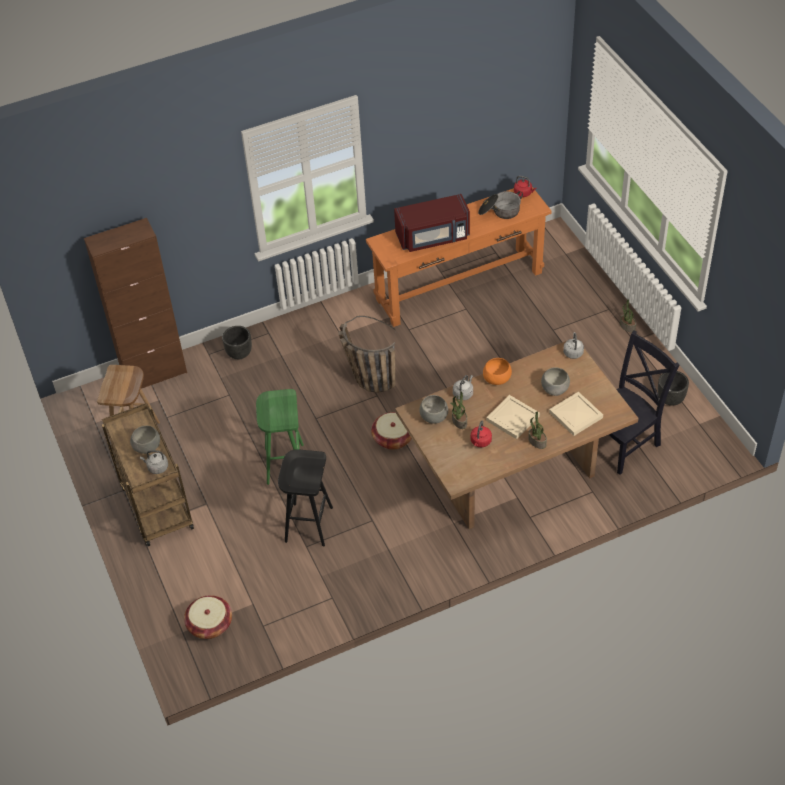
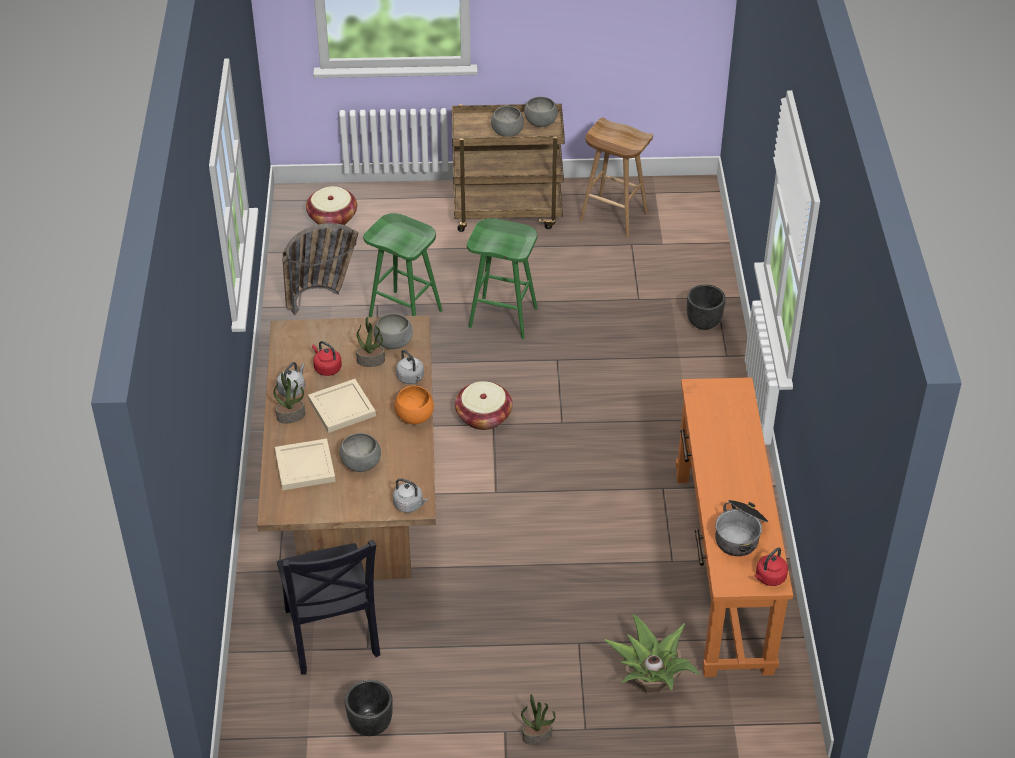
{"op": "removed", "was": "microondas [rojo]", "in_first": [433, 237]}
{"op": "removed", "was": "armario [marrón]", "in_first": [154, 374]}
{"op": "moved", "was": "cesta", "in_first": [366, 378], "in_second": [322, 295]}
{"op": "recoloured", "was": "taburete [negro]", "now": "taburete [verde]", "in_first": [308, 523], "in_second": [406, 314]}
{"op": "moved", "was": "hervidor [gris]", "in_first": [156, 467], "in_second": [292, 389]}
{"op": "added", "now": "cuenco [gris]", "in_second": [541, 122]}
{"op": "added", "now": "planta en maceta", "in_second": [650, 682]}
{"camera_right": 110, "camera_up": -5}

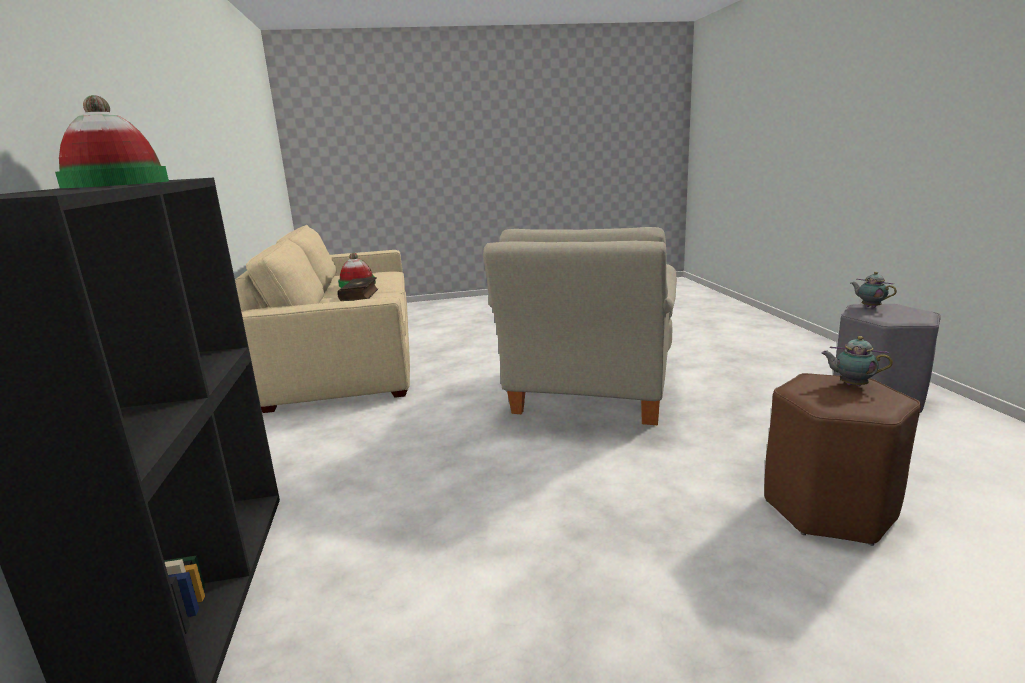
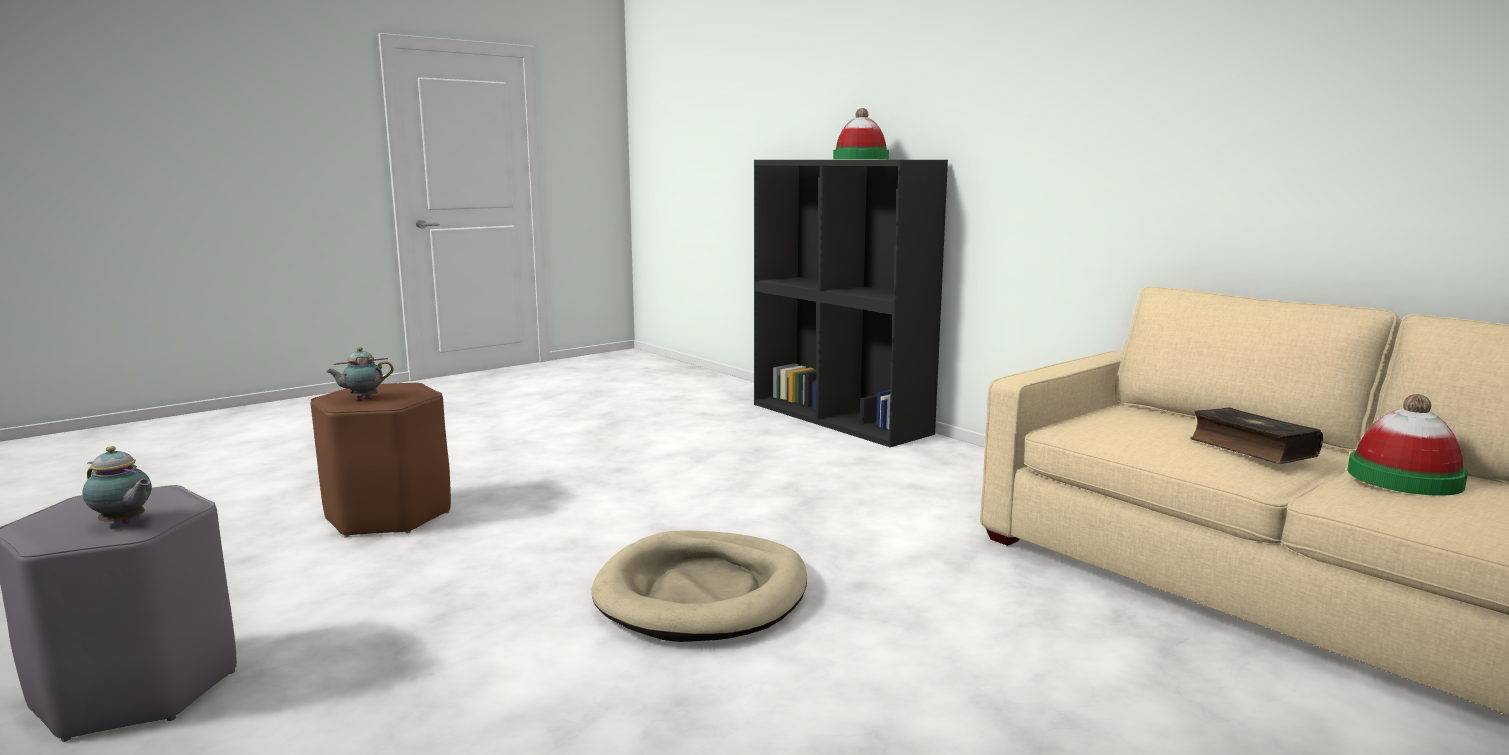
{"op": "replaced", "was": "sillón [beis]", "now": "cama para perro [beis]", "in_first": [589, 395], "in_second": [703, 593]}
{"op": "turned", "was": "tetera", "in_first": [851, 385], "in_second": [362, 399], "clockwise": 150}
{"camera_right": 150, "camera_up": -5}

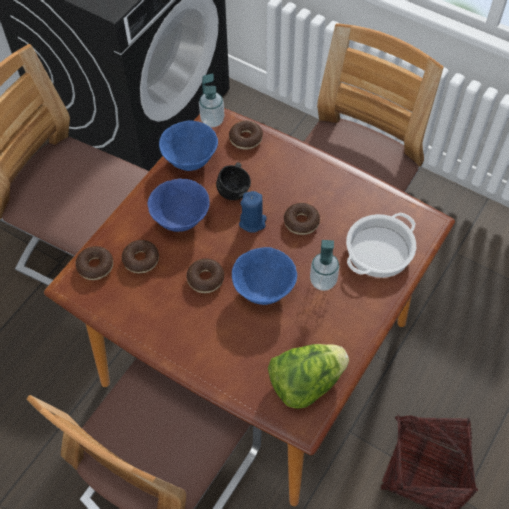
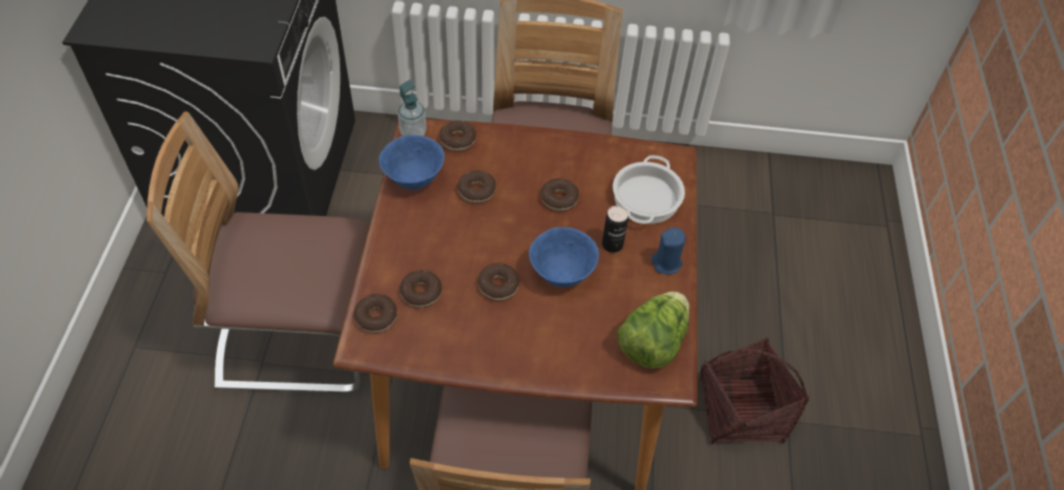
{"op": "replaced", "was": "taza grande [negro]", "now": "rosquilla", "in_first": [235, 189], "in_second": [476, 191]}
{"op": "removed", "was": "cuenco [azul]", "in_first": [181, 220]}
{"op": "moved", "was": "vela [azul]", "in_first": [252, 222], "in_second": [667, 263]}
{"op": "replaced", "was": "dispensador de jabón", "now": "lata", "in_first": [323, 281], "in_second": [612, 244]}
{"camera_right": -30, "camera_up": -5}

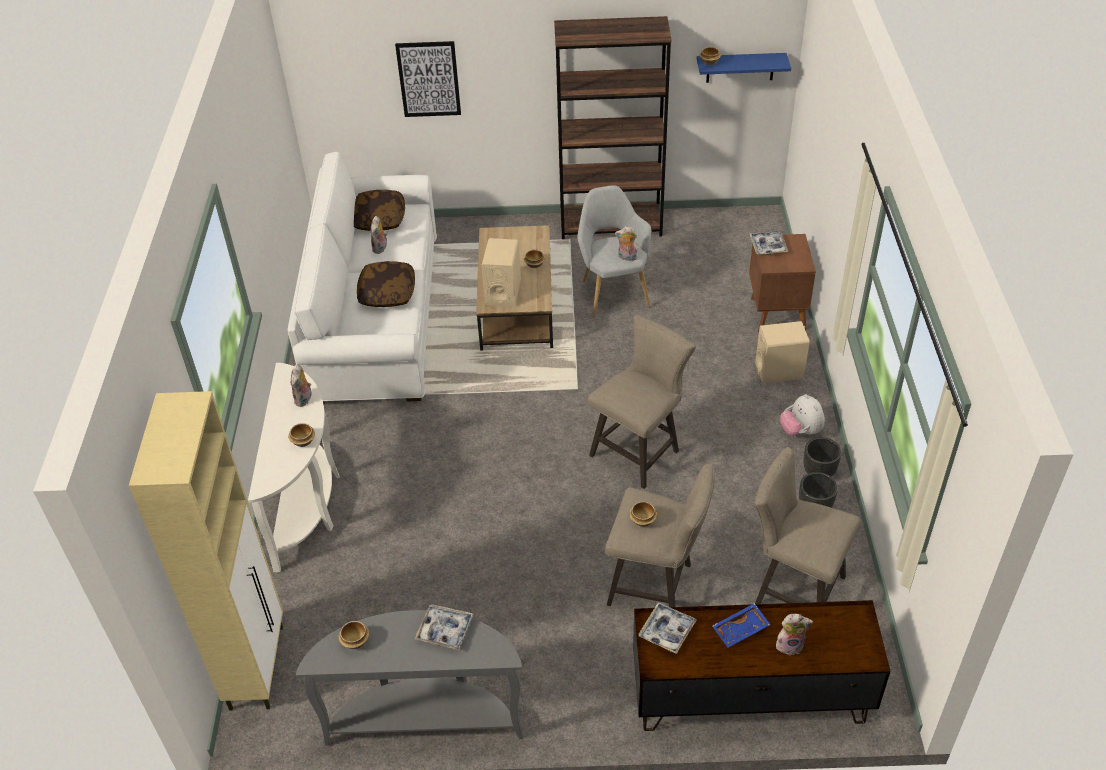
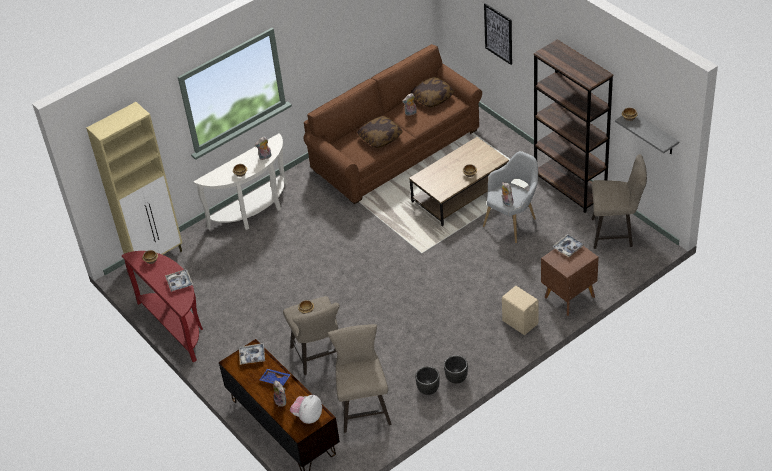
{"op": "recoloured", "was": "estante [azul]", "now": "estante [gris]", "in_first": [740, 67], "in_second": [654, 133]}
{"op": "recoloured", "was": "sofá [blanco]", "now": "sofá [marrón]", "in_first": [375, 316], "in_second": [395, 149]}
{"op": "removed", "was": "altavoz [beis]", "in_first": [503, 292]}
{"op": "moved", "was": "taburete [beis]", "in_first": [639, 450], "in_second": [616, 233]}
{"op": "moved", "was": "peluche", "in_first": [800, 431], "in_second": [308, 417]}
{"op": "recoloured", "was": "mesa consola [gris]", "now": "mesa consola [rojo]", "in_first": [425, 717], "in_second": [177, 325]}
{"camera_right": 55, "camera_up": 0}

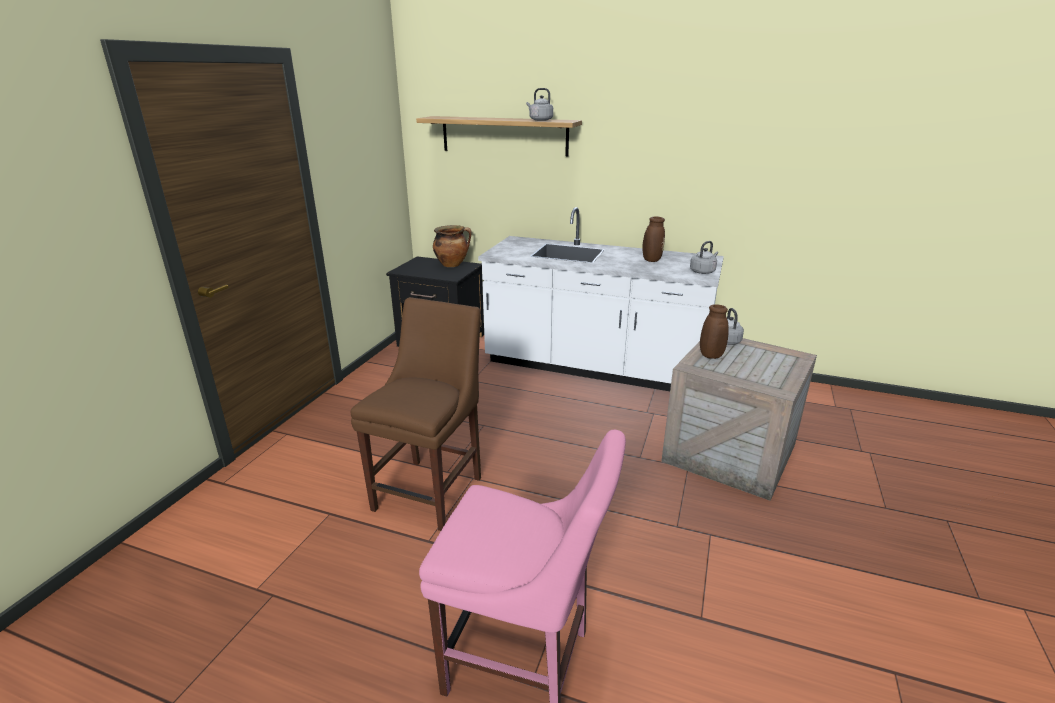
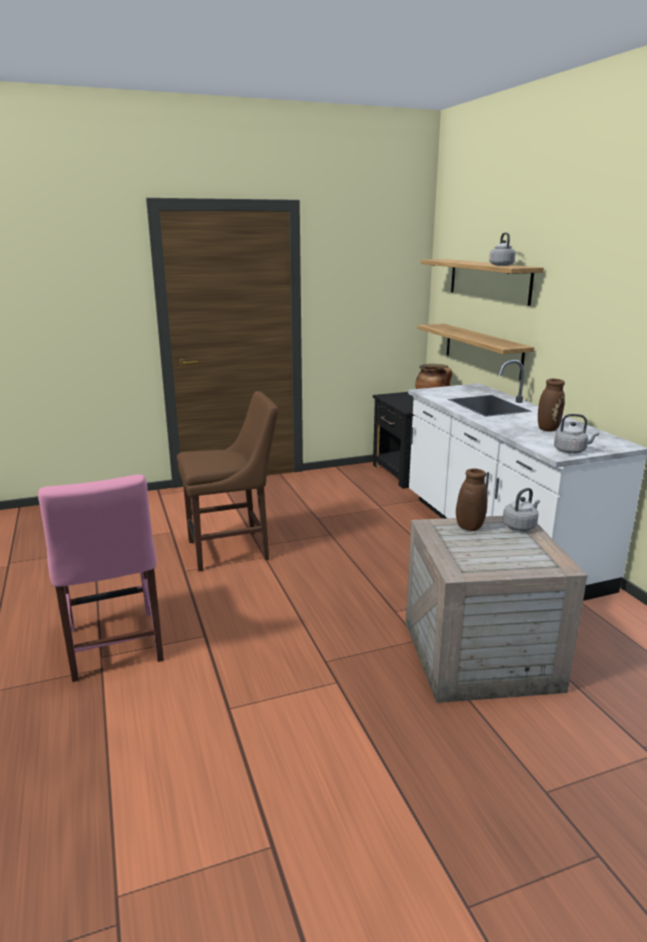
{"op": "added", "now": "estante", "in_second": [482, 350]}
{"camera_right": 50, "camera_up": -5}

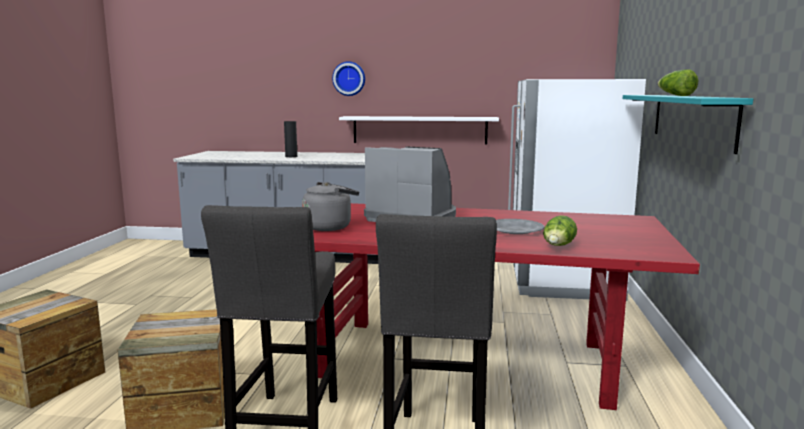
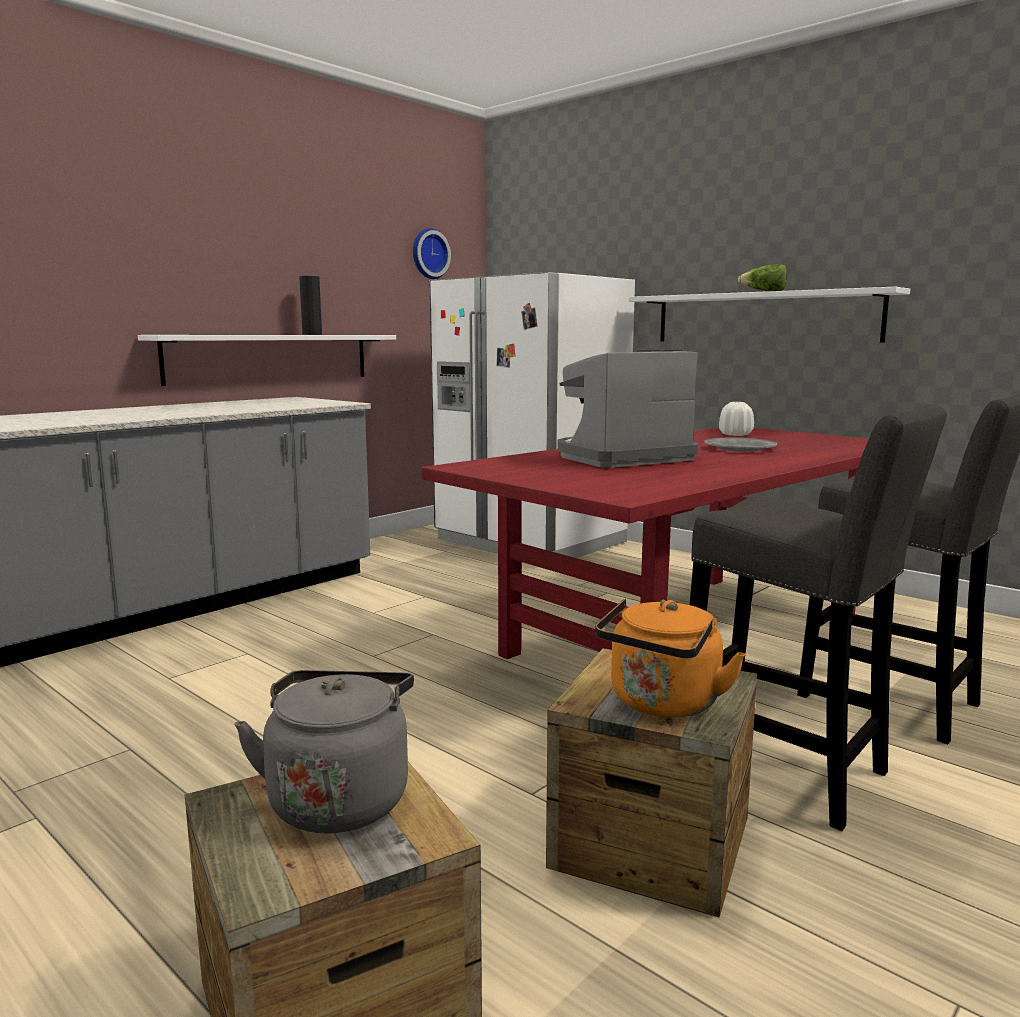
{"op": "moved", "was": "reloj de pared", "in_first": [349, 78], "in_second": [428, 254]}
{"op": "recoloured", "was": "estante [turquesa]", "now": "estante [blanco]", "in_first": [691, 119], "in_second": [763, 317]}
{"op": "moved", "was": "florero [negro]", "in_first": [291, 156], "in_second": [312, 334]}
{"op": "moved", "was": "hervidor [gris]", "in_first": [330, 227], "in_second": [340, 798]}
{"op": "removed", "was": "lechuga", "in_first": [558, 246]}
{"op": "added", "now": "florero [blanco]", "in_second": [735, 435]}
{"op": "added", "now": "hervidor [naranja]", "in_second": [662, 704]}
{"camera_right": -55, "camera_up": 0}

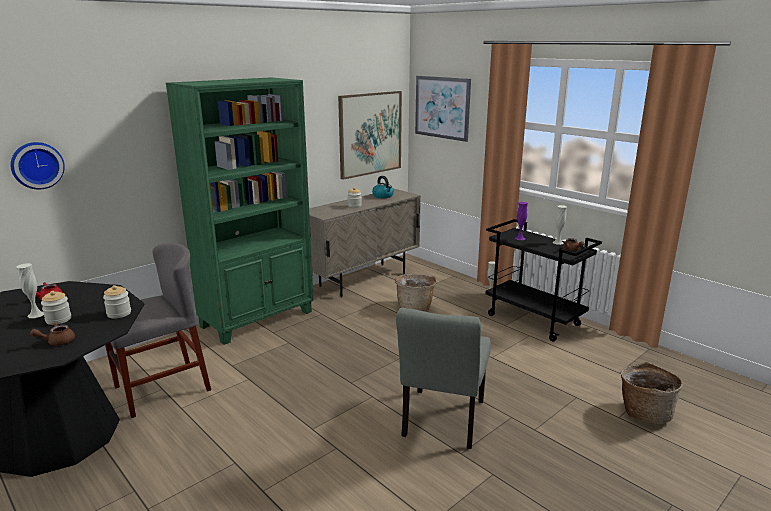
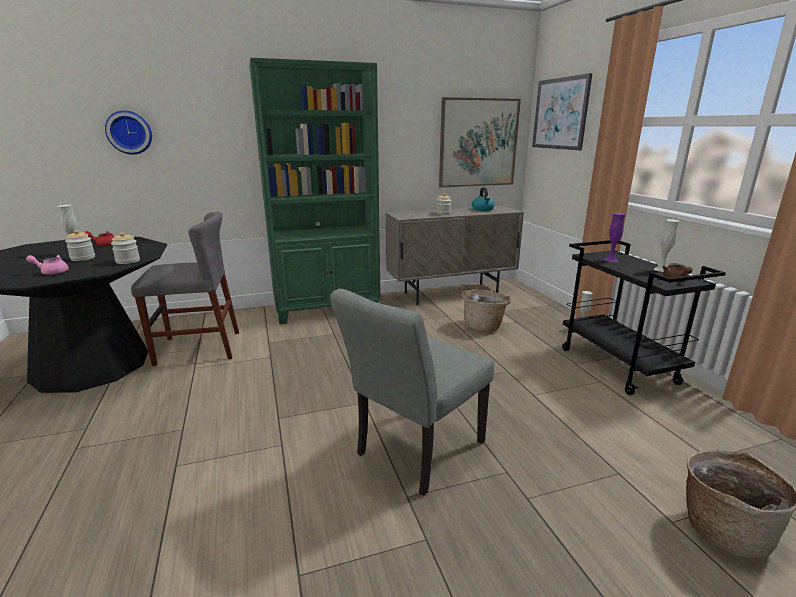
{"op": "recoloured", "was": "tetera [marrón]", "now": "tetera [rosa]", "in_first": [57, 342], "in_second": [52, 272]}
{"camera_right": 25, "camera_up": 0}

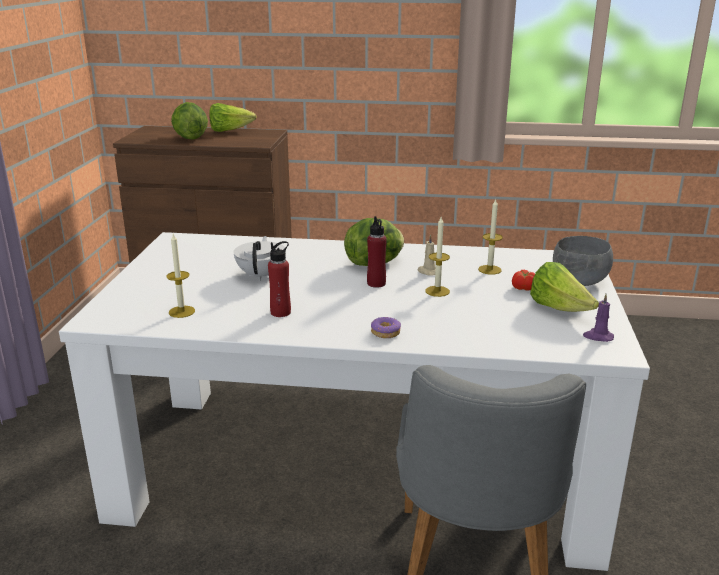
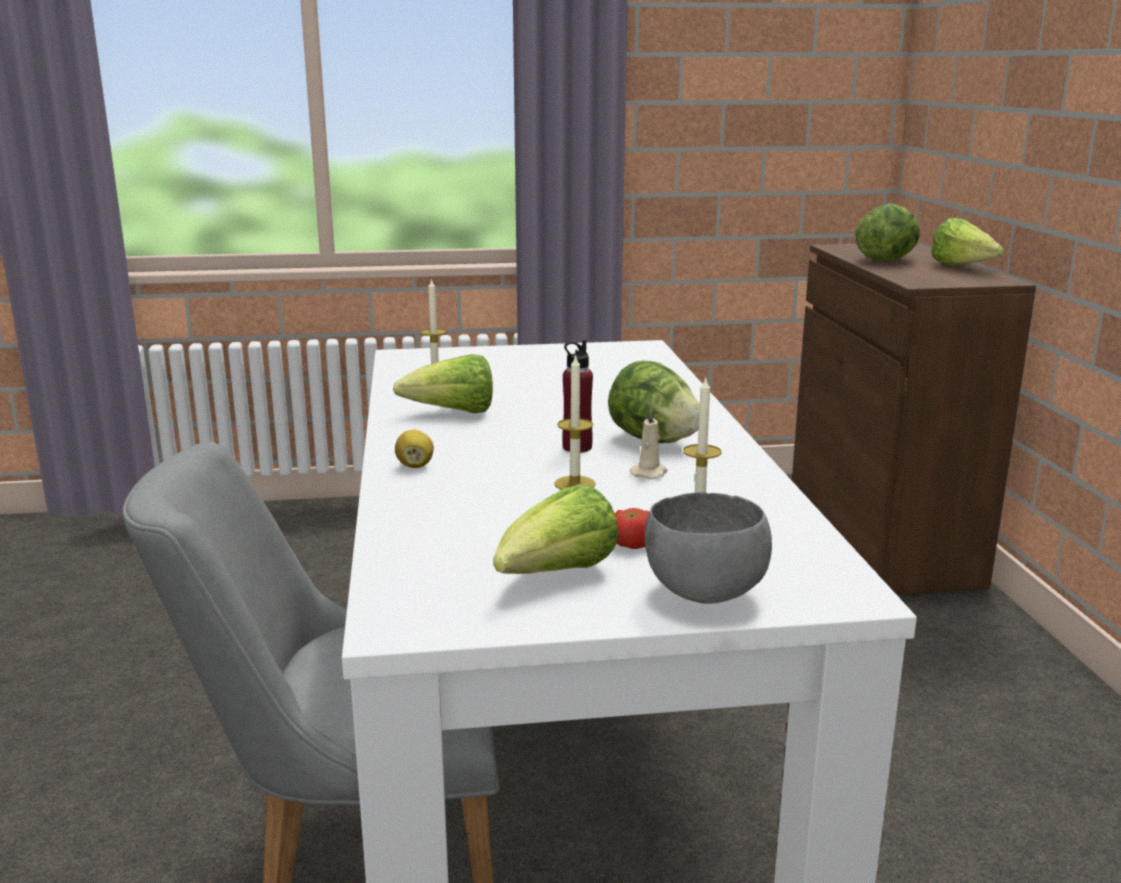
{"op": "removed", "was": "tetera [blanco]", "in_first": [262, 275]}
{"op": "replaced", "was": "botella [rojo]", "now": "lechuga", "in_first": [280, 312], "in_second": [453, 413]}
{"op": "removed", "was": "vela [morado]", "in_first": [598, 336]}
{"op": "replaced", "was": "rosquilla", "now": "limón", "in_first": [386, 332], "in_second": [415, 466]}
{"camera_right": 75, "camera_up": -5}

